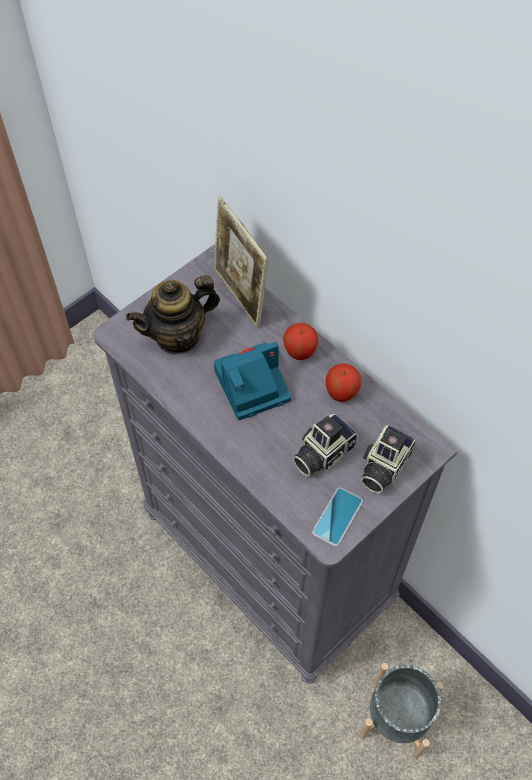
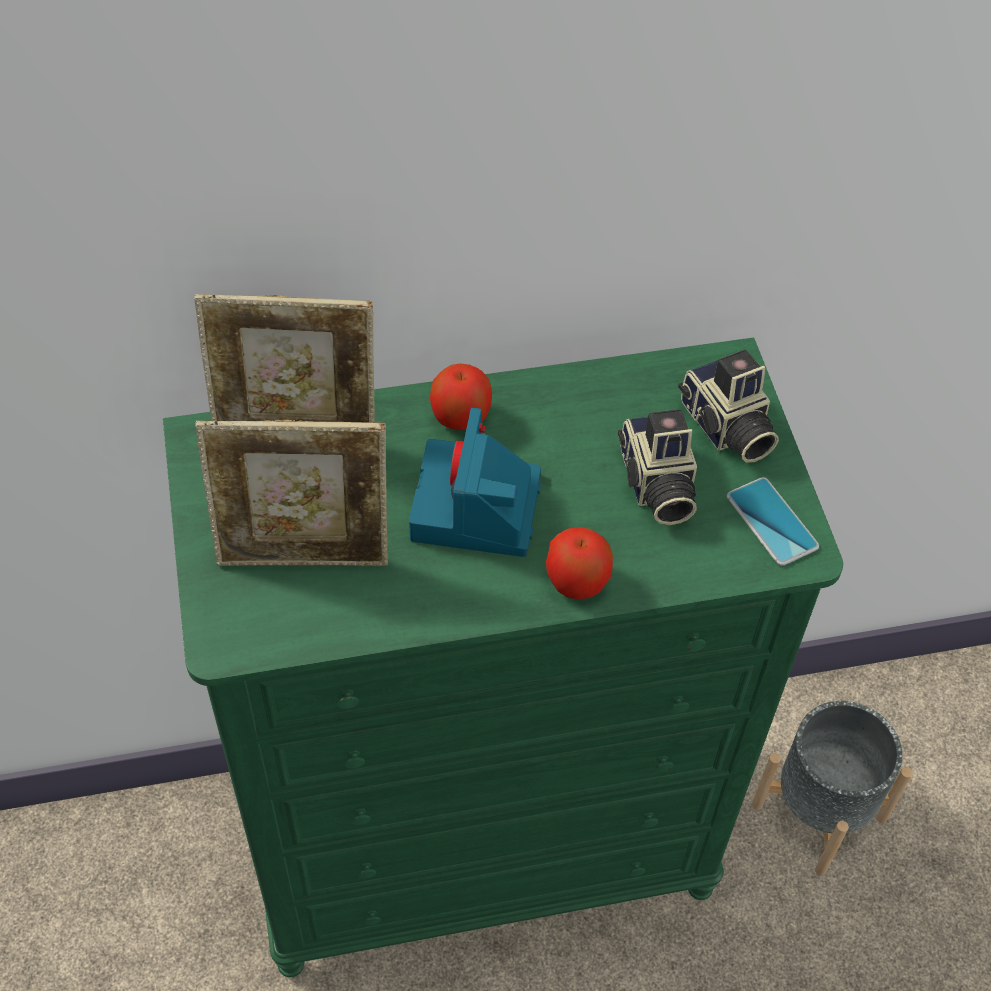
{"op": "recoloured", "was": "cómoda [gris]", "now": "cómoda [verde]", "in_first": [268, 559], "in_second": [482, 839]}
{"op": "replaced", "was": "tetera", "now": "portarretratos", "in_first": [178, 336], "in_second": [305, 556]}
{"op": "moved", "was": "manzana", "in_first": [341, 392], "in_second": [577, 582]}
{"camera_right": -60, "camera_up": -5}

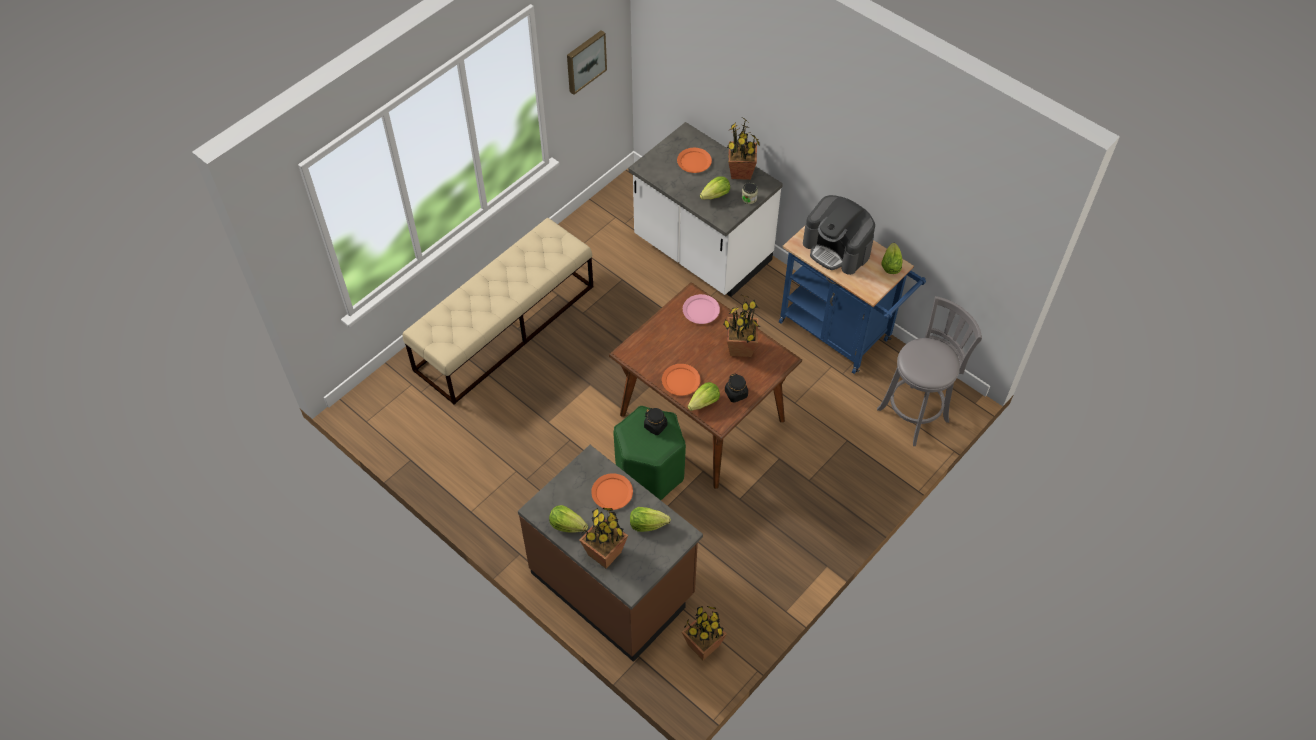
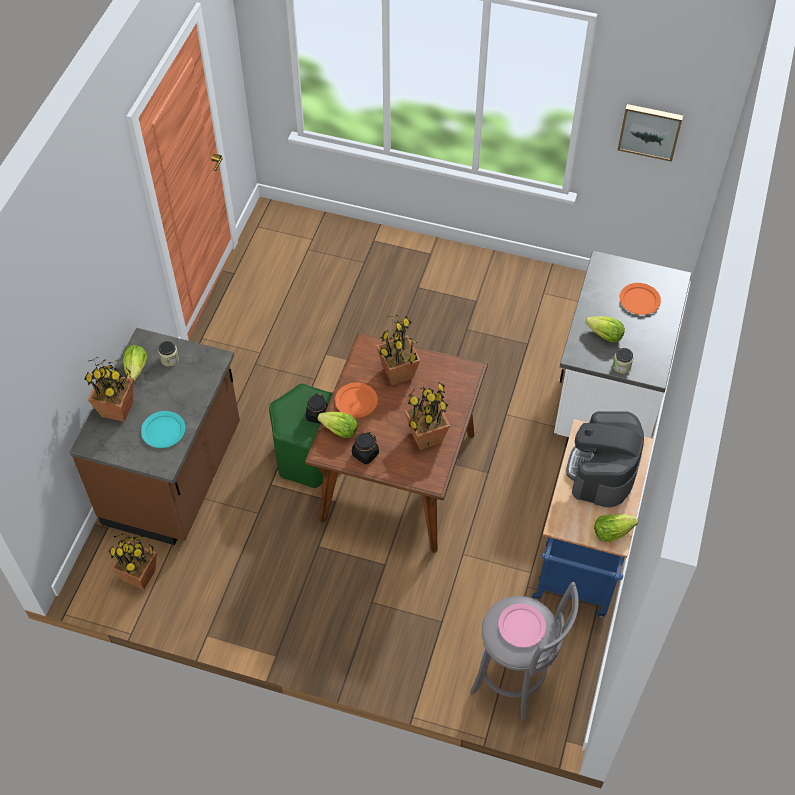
{"op": "moved", "was": "planta en maceta", "in_first": [741, 172], "in_second": [398, 373]}
{"op": "removed", "was": "banco [beis]", "in_first": [505, 327]}
{"op": "moved", "was": "plato [rosa]", "in_first": [700, 310], "in_second": [521, 626]}
{"op": "removed", "was": "plato [naranja]", "in_first": [612, 492]}
{"op": "replaced", "was": "lechuga", "now": "plato [turquesa]", "in_first": [647, 524], "in_second": [163, 430]}
{"op": "added", "now": "tarro", "in_second": [169, 359]}
{"camera_right": 65, "camera_up": 0}

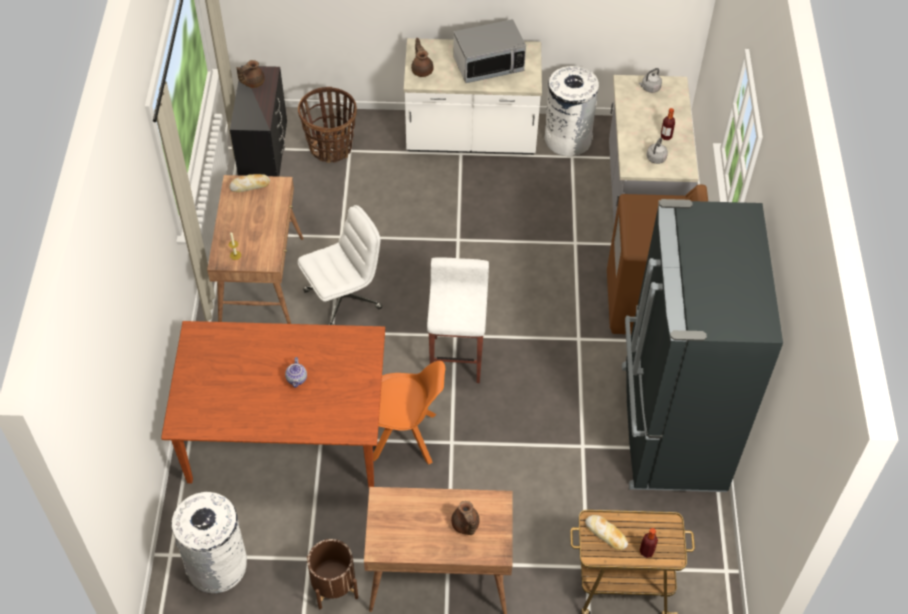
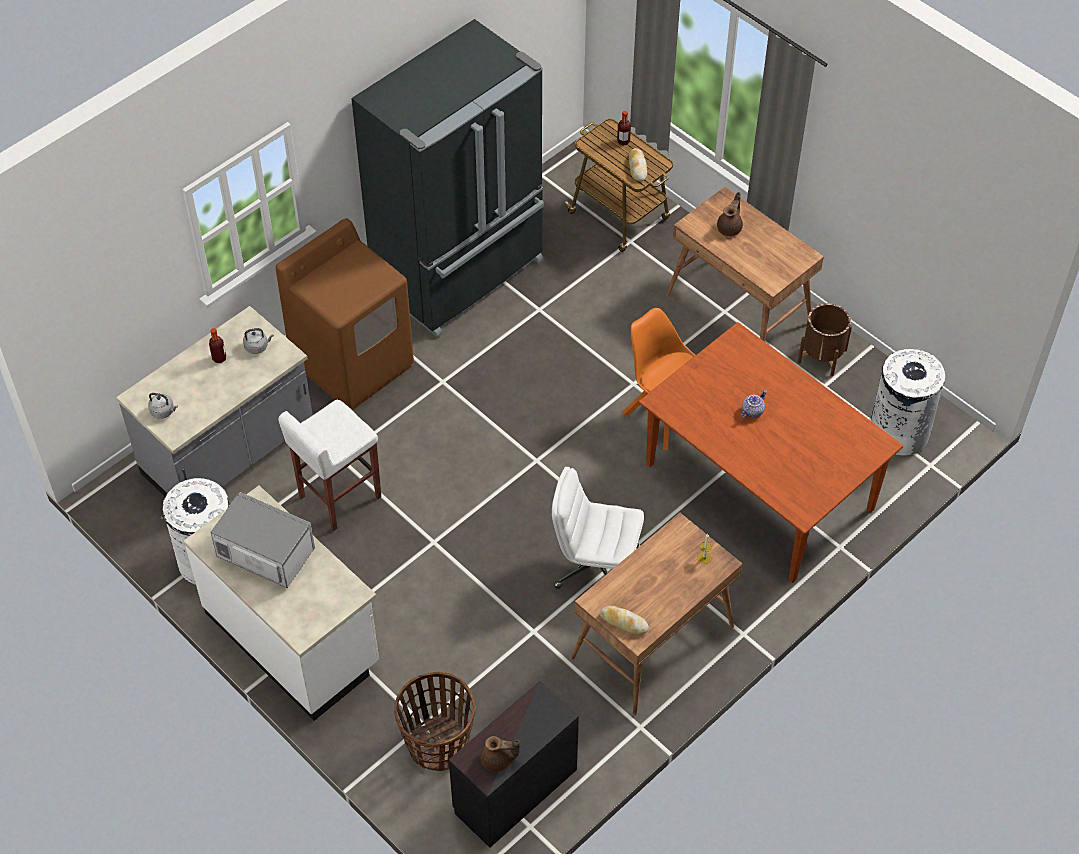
{"op": "removed", "was": "tetera [marrón]", "in_first": [422, 70]}
{"op": "moved", "was": "taburete [blanco]", "in_first": [457, 358], "in_second": [338, 497]}
{"camera_right": -135, "camera_up": 0}

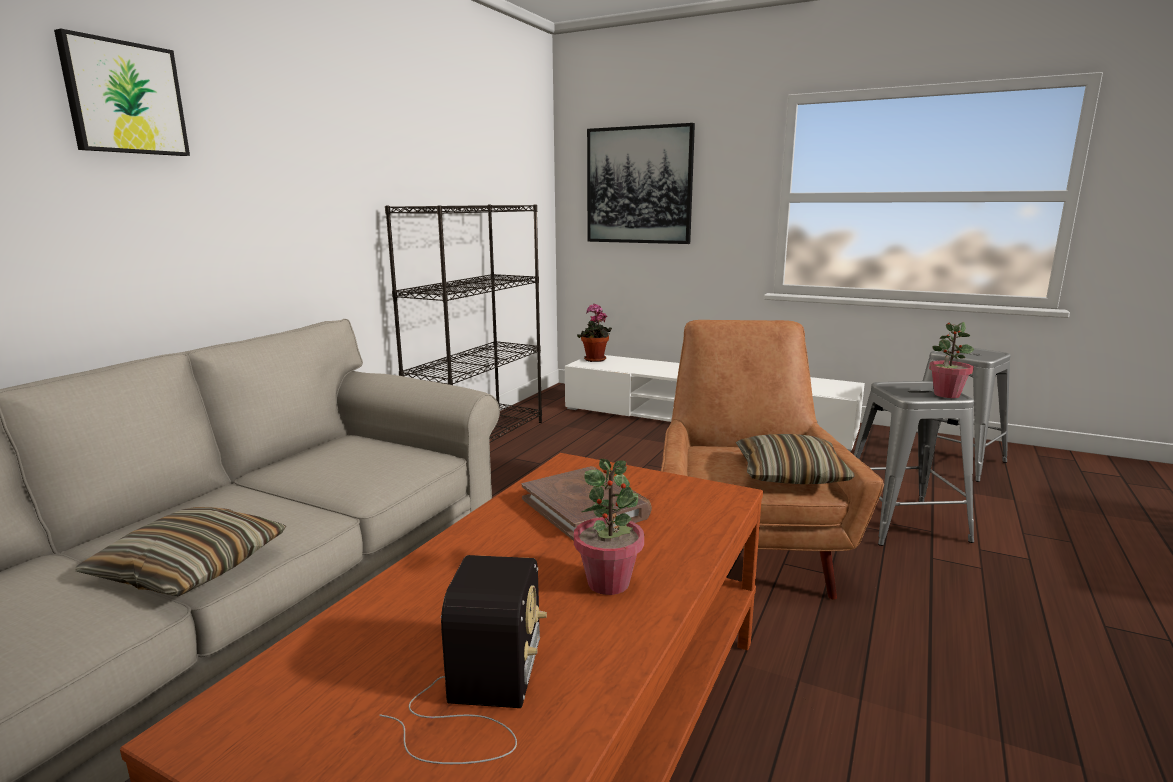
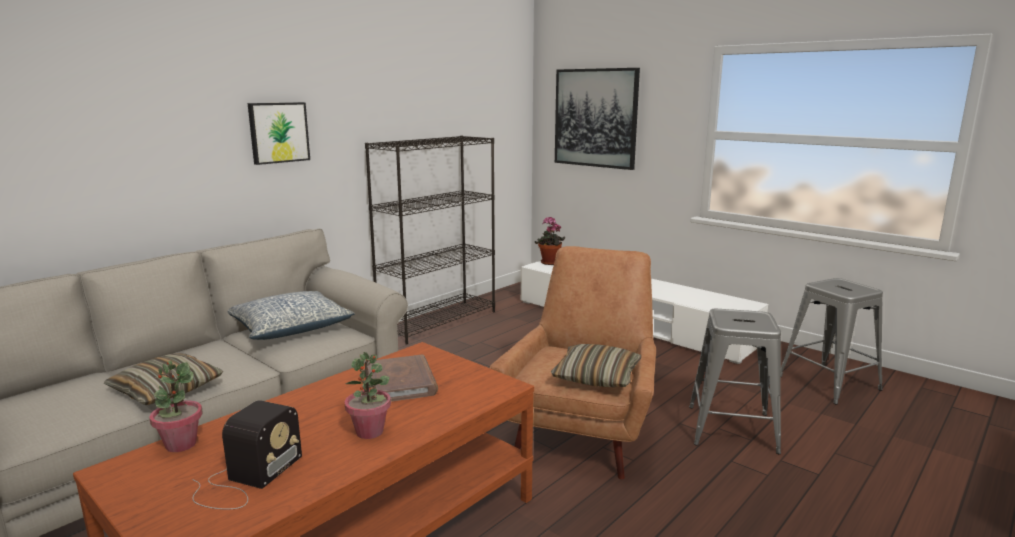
{"op": "moved", "was": "cuadro", "in_first": [124, 98], "in_second": [278, 132]}
{"op": "moved", "was": "planta en maceta", "in_first": [946, 395], "in_second": [181, 444]}
{"op": "added", "now": "cojín", "in_second": [290, 328]}
{"camera_right": 15, "camera_up": 0}

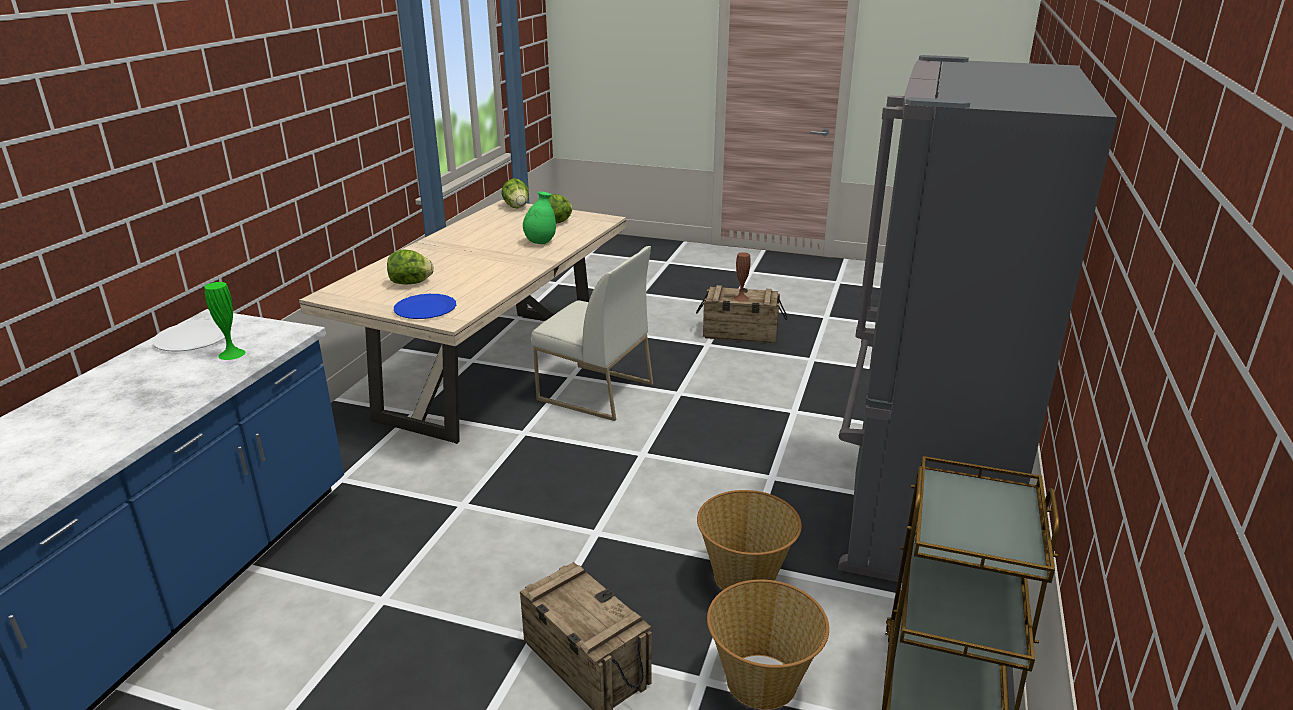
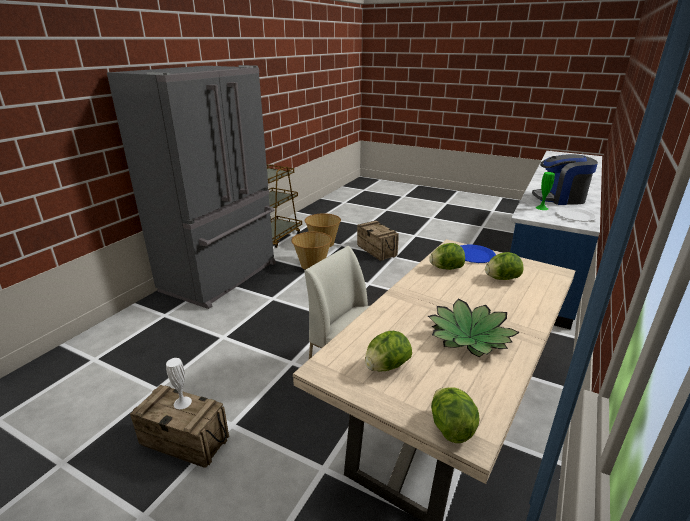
{"op": "removed", "was": "florero [verde]", "in_first": [540, 242]}
{"op": "recoloured", "was": "florero [marrón]", "now": "florero [blanco]", "in_first": [741, 298], "in_second": [182, 402]}
{"op": "added", "now": "cafetera", "in_second": [560, 198]}
{"op": "added", "now": "lechuga", "in_second": [446, 268]}
{"op": "added", "now": "planta en maceta", "in_second": [469, 337]}
{"camera_right": -170, "camera_up": 0}

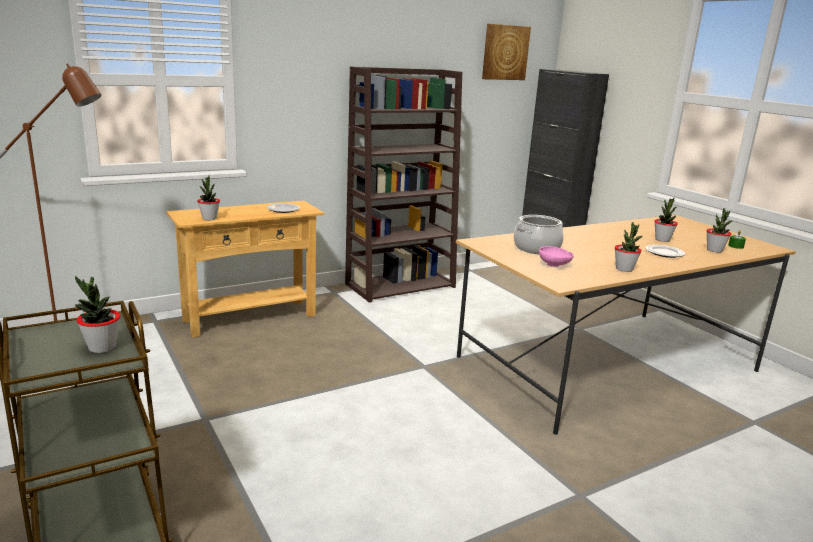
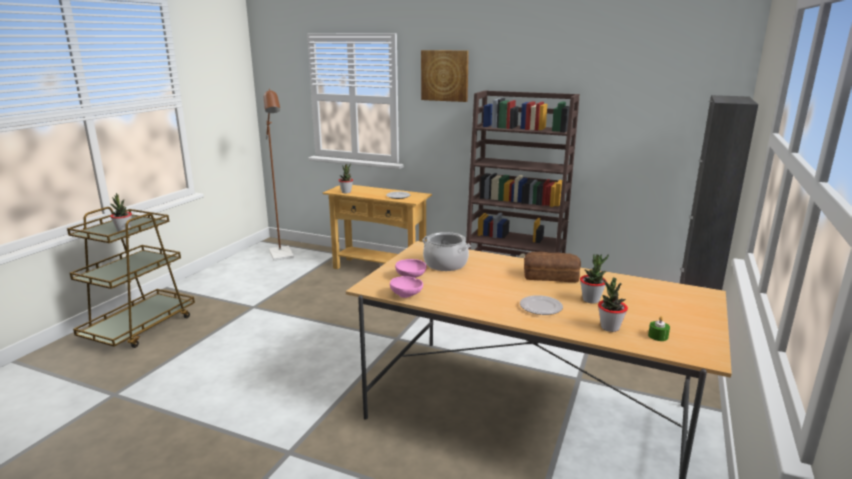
{"op": "moved", "was": "cuadro", "in_first": [505, 52], "in_second": [445, 75]}
{"op": "removed", "was": "planta en maceta", "in_first": [624, 269]}
{"op": "added", "now": "pan", "in_second": [551, 276]}
{"op": "added", "now": "cuenco [rosa]", "in_second": [407, 295]}
{"camera_right": 55, "camera_up": 0}

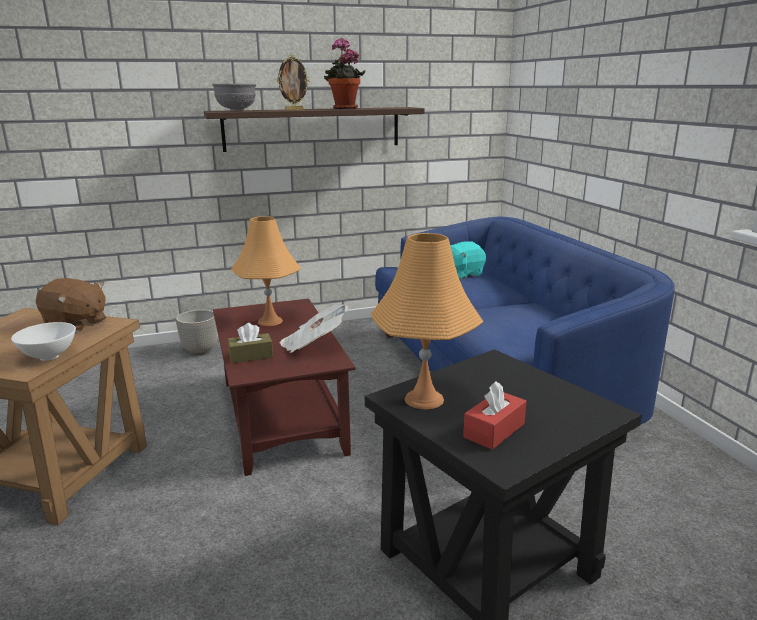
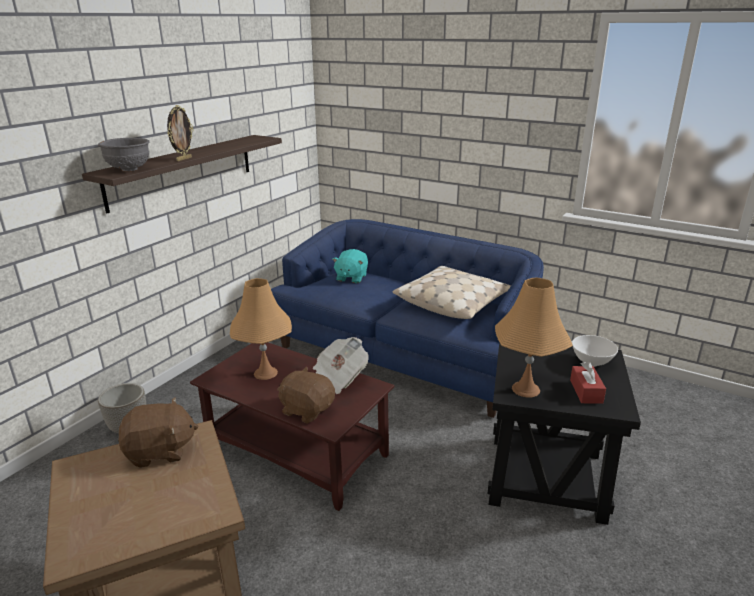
{"op": "removed", "was": "planta en maceta", "in_first": [344, 108]}
{"op": "moved", "was": "cuenco [blanco]", "in_first": [50, 356], "in_second": [591, 362]}
{"op": "replaced", "was": "caja de pañuelos [marrón]", "now": "peluche [marrón]", "in_first": [251, 356], "in_second": [307, 410]}
{"op": "added", "now": "cojín [beis]", "in_second": [452, 302]}
{"camera_right": -40, "camera_up": 5}

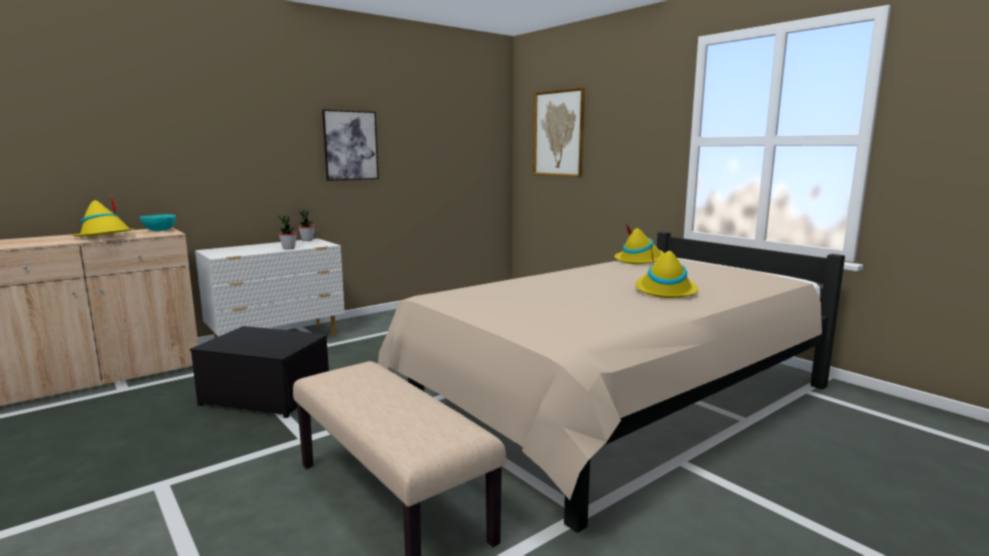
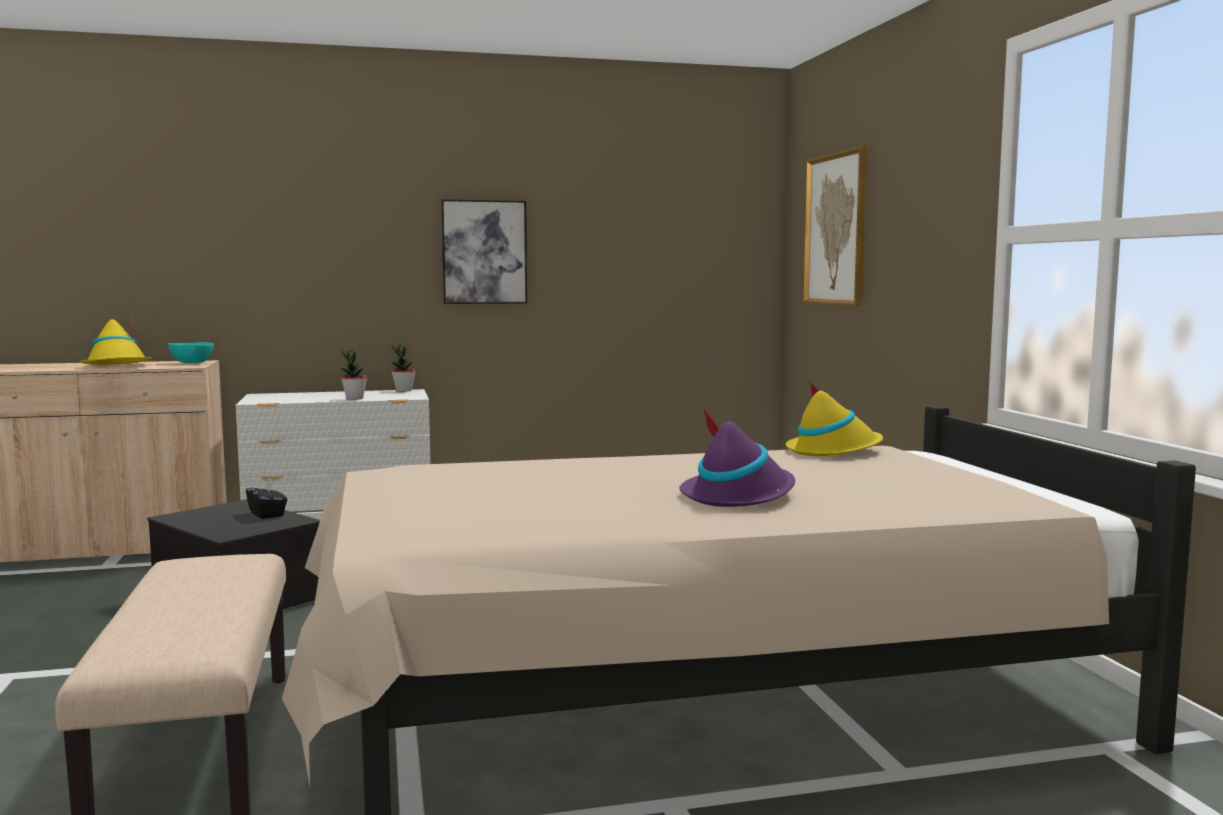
{"op": "recoloured", "was": "sombrero [amarillo]", "now": "sombrero [morado]", "in_first": [665, 290], "in_second": [738, 495]}
{"op": "added", "now": "caja de pañuelos [negro]", "in_second": [267, 514]}
{"camera_right": 25, "camera_up": -5}

